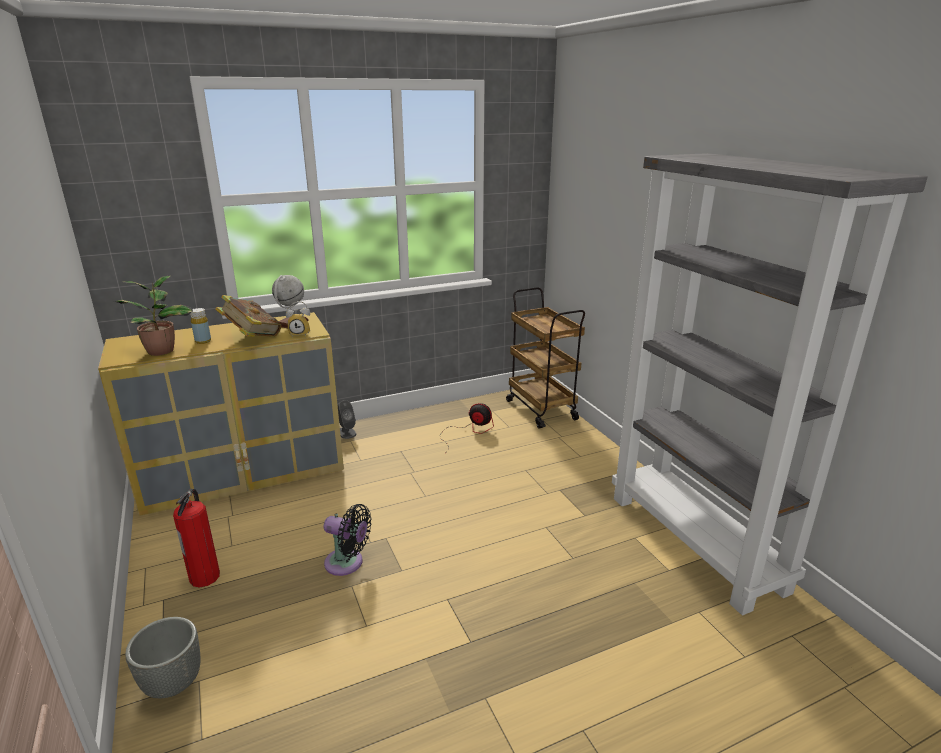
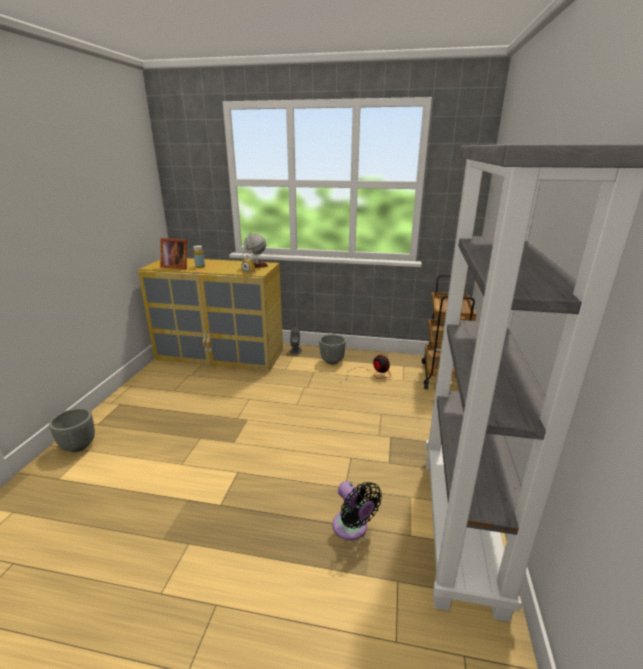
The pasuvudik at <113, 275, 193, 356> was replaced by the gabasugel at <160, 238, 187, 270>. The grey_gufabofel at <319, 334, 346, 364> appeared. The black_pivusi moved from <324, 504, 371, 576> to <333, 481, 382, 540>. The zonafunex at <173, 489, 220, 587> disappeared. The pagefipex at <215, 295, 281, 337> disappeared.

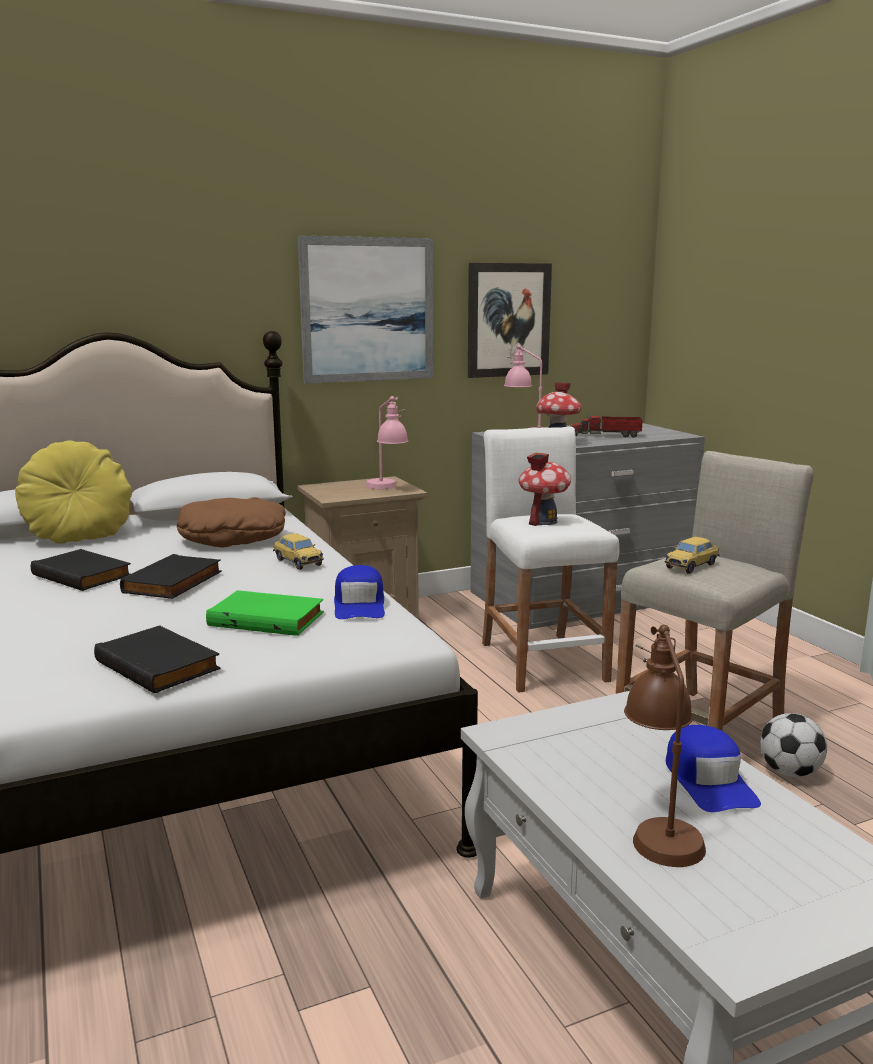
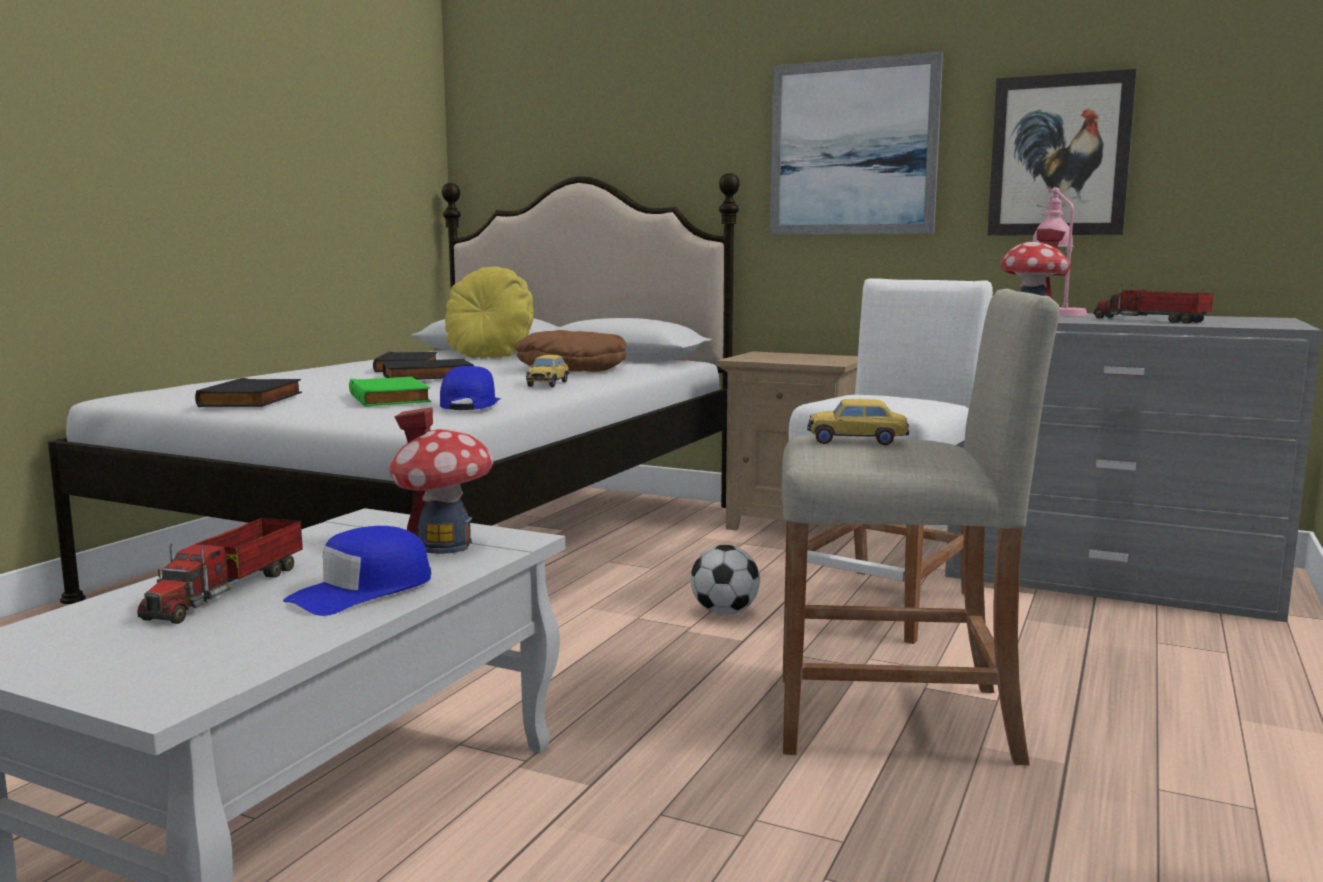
The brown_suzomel at <624, 625, 706, 867> was replaced by the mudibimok at <137, 518, 303, 624>. The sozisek moved from <519, 452, 571, 526> to <389, 407, 493, 554>. The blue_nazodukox at <334, 565, 385, 619> turned 135 degrees clockwise. The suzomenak moved from <760, 713, 827, 777> to <690, 545, 760, 615>. The pink_suzomel at <366, 396, 408, 489> disappeared.

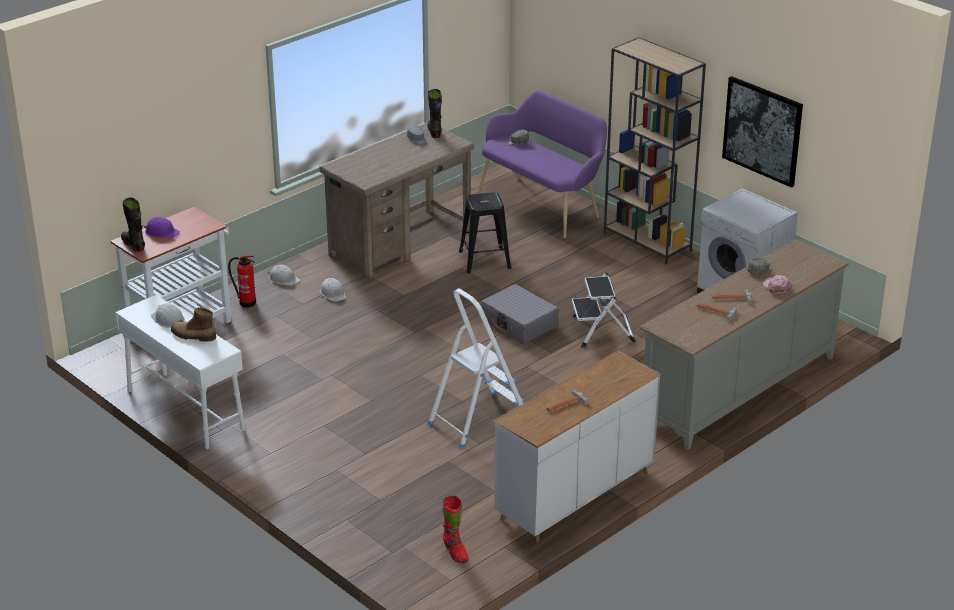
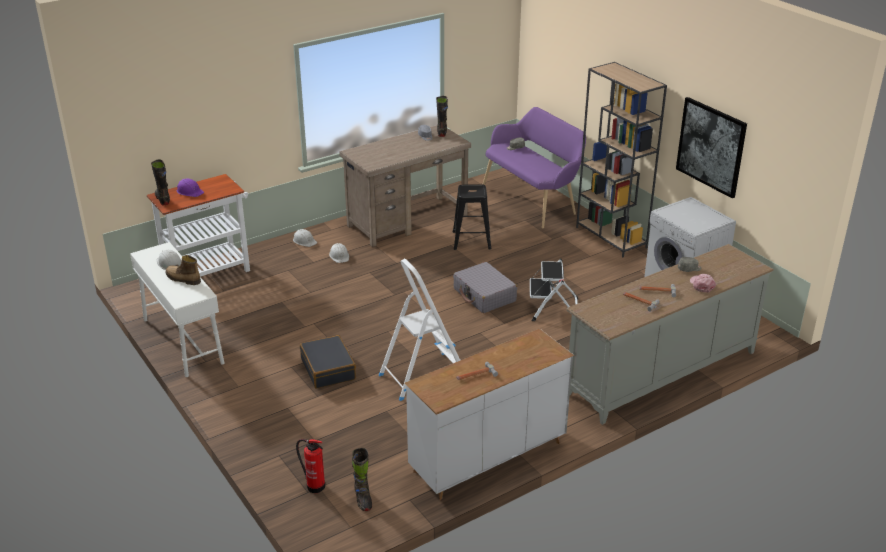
The zonafunex moved from <228, 255, 256, 308> to <296, 439, 325, 493>. The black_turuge at <300, 335, 356, 389> appeared. The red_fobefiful at <442, 495, 468, 563> became the black_fobefiful at <352, 448, 372, 511>.

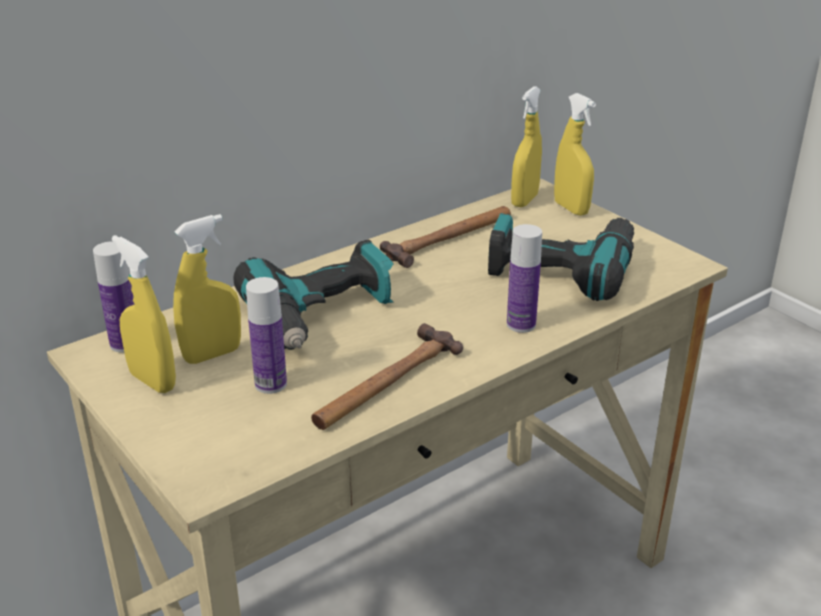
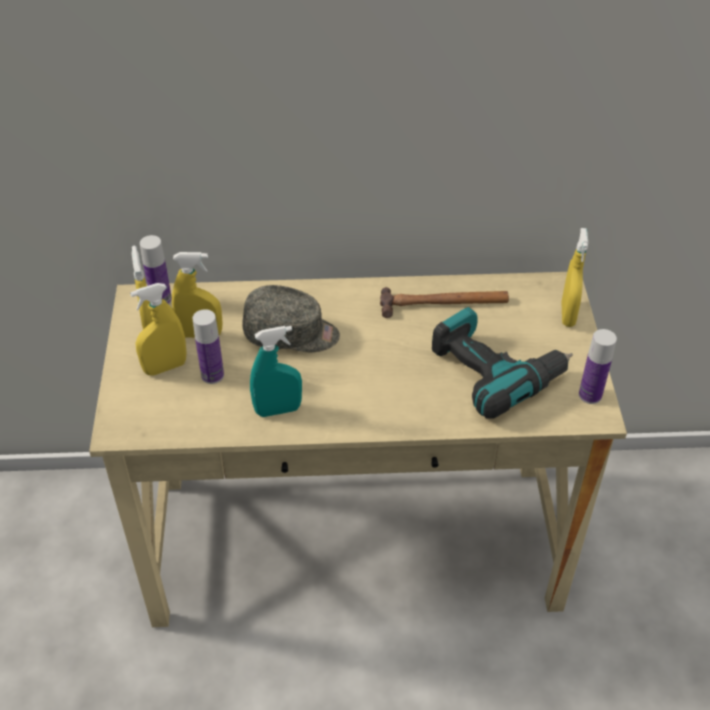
The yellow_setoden moved from <511, 86, 542, 207> to <130, 283, 187, 375>. The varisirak at <233, 239, 393, 350> was replaced by the grey_nazodukox at <242, 285, 340, 352>. The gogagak at <311, 323, 463, 430> was replaced by the turquoise_setoden at <250, 326, 302, 417>. The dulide moved from <507, 224, 542, 333> to <579, 329, 617, 404>.

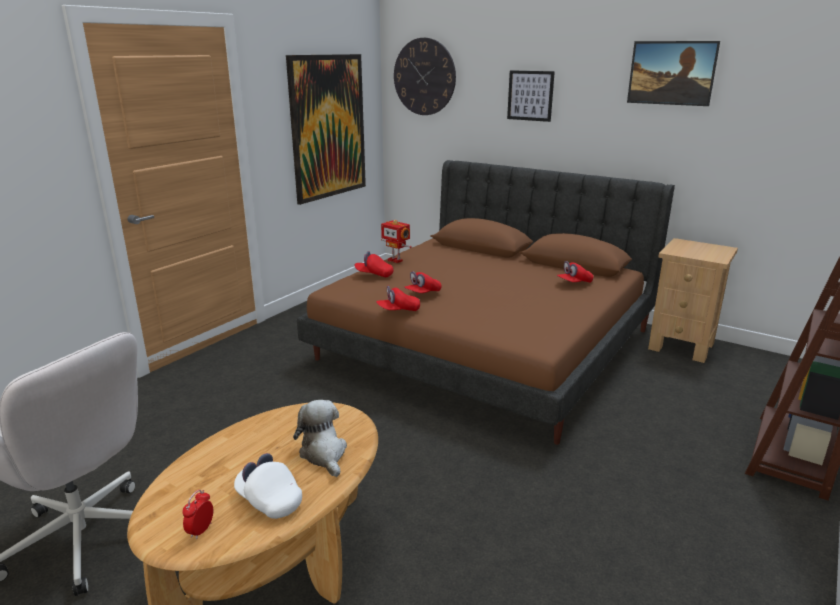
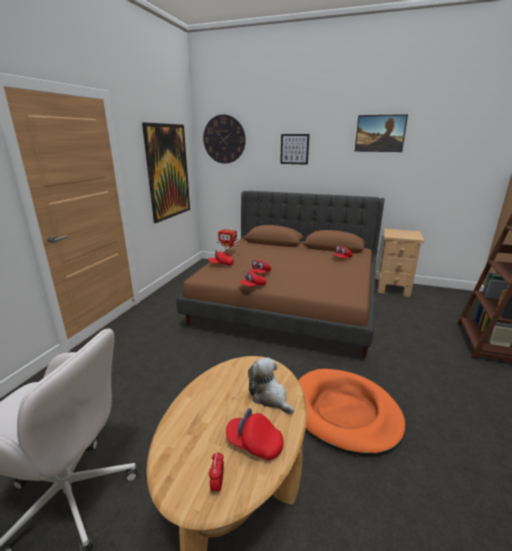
The white_nazodukox at <234, 453, 302, 519> became the red_nazodukox at <226, 408, 284, 460>. The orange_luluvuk at <298, 369, 406, 455> appeared.

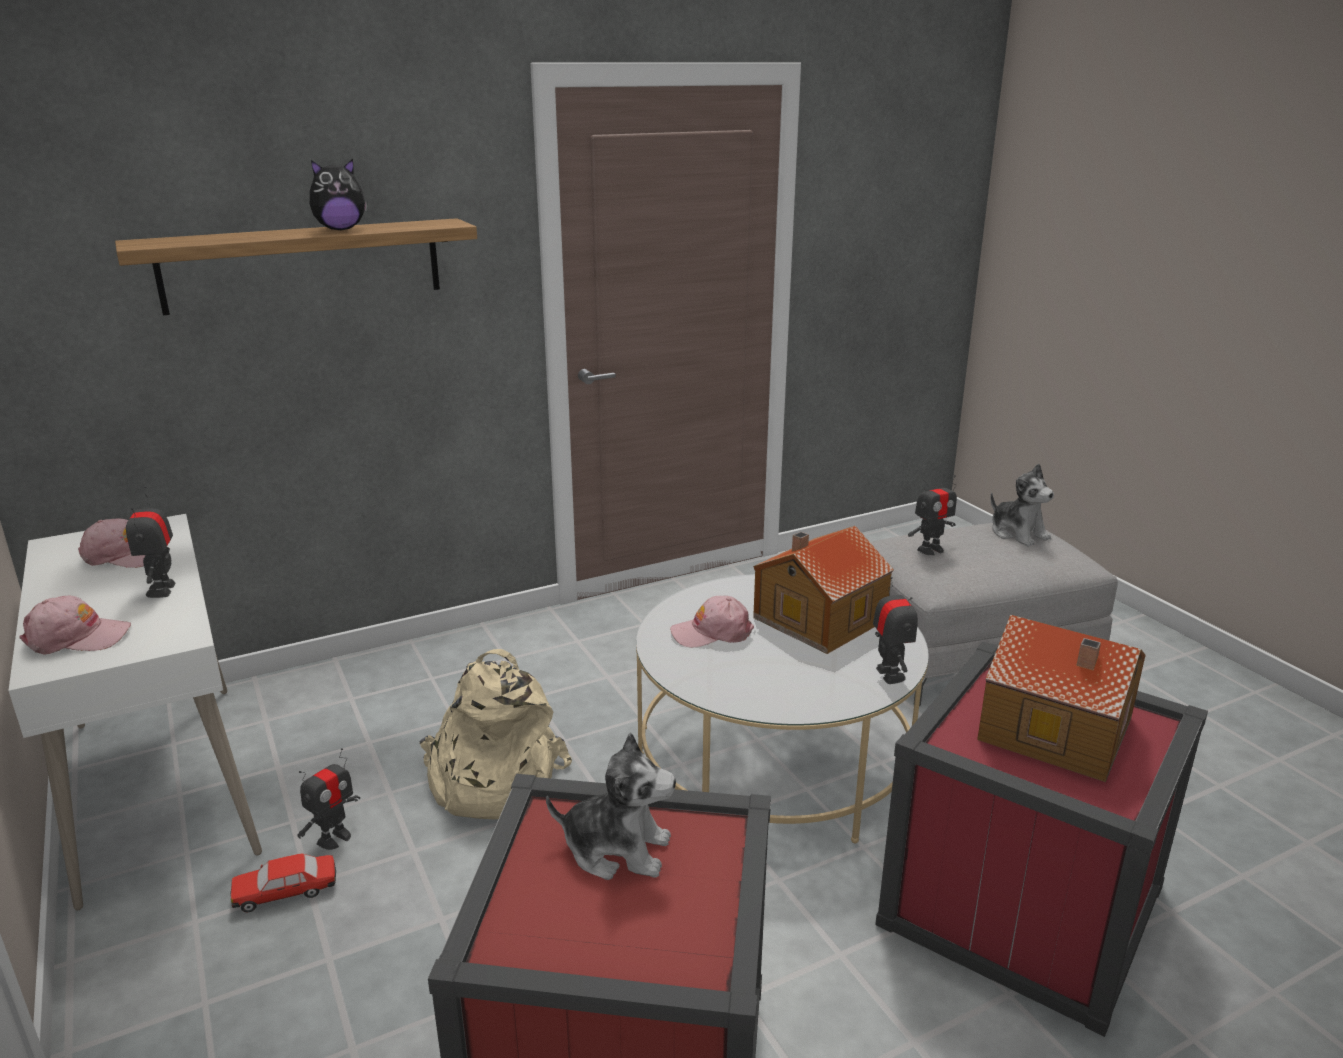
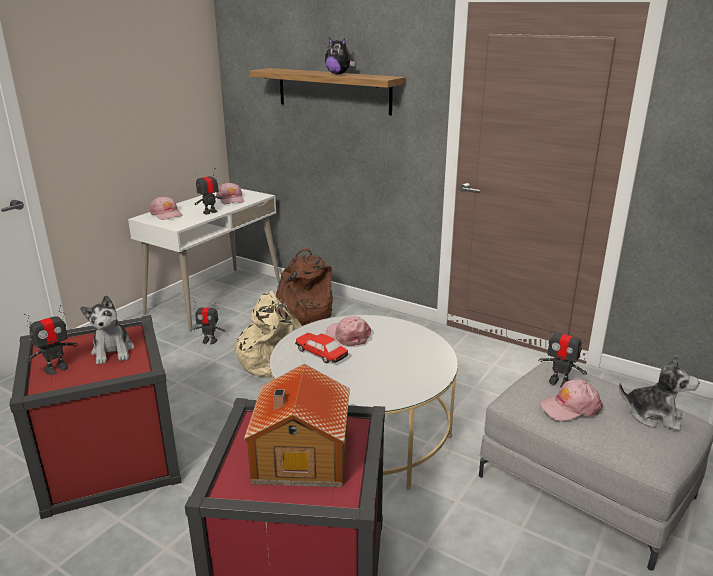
The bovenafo moved from <873, 577, 918, 684> to <24, 305, 78, 375>. The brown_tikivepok at <276, 248, 333, 326> appeared. The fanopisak moved from <230, 854, 336, 912> to <295, 333, 348, 363>. The pink_nazodukox at <539, 379, 603, 421> appeared. The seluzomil at <991, 464, 1054, 547> turned 90 degrees counterclockwise. The sozisek at <753, 526, 894, 654> disappeared.

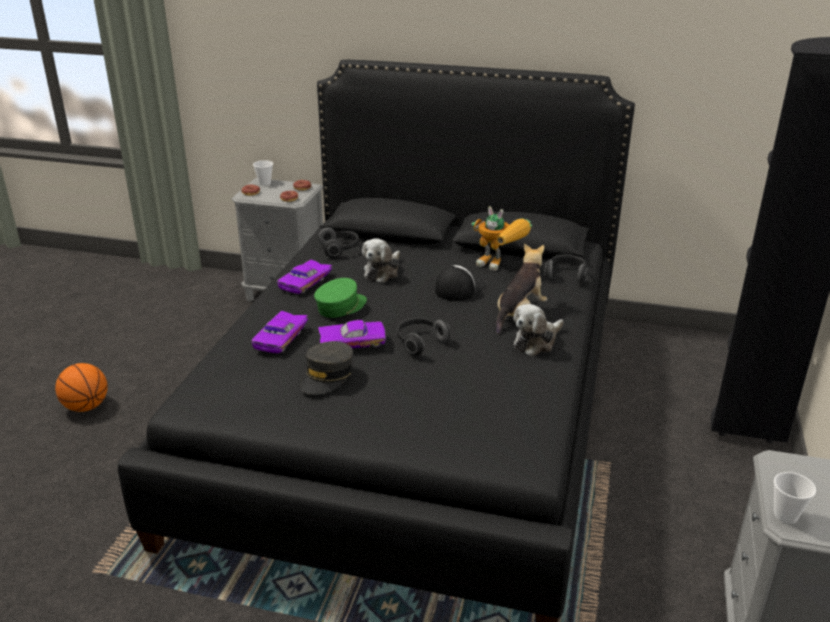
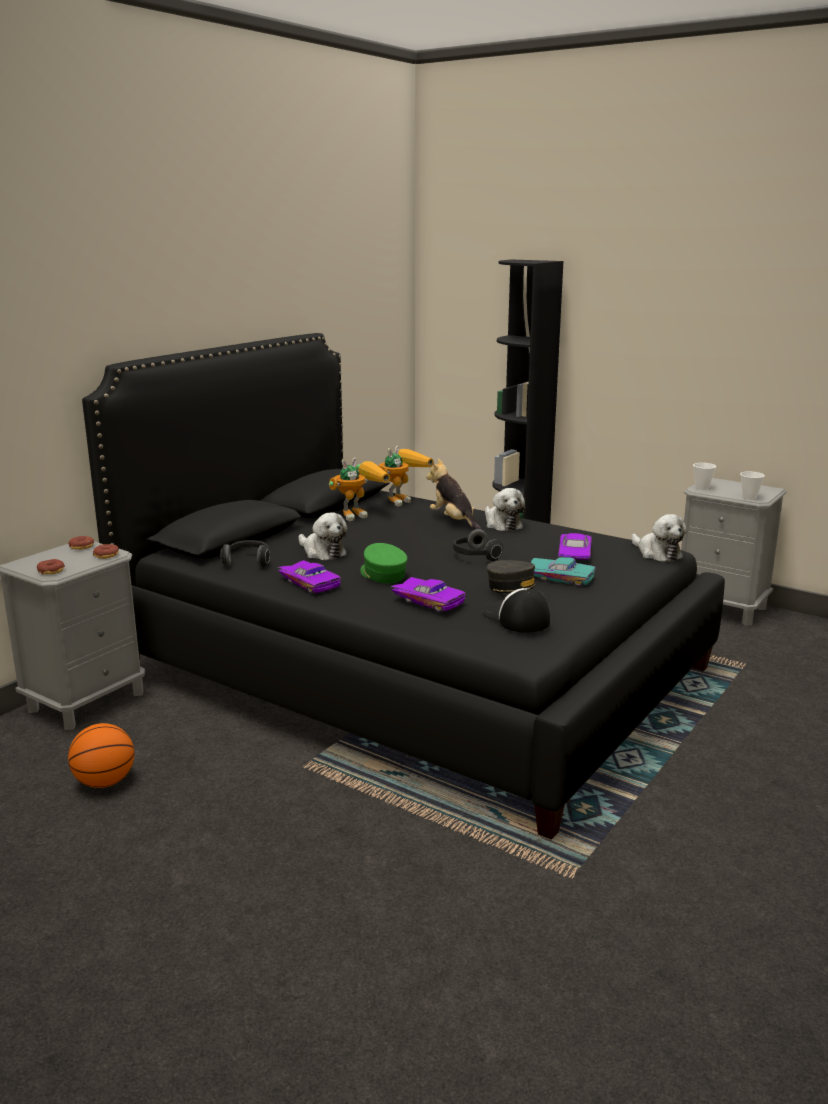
The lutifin moved from <55, 363, 108, 412> to <68, 723, 134, 788>. The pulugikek at <544, 254, 588, 284> was replaced by the bovenafo at <379, 446, 433, 506>. The nazodukox moved from <435, 265, 487, 301> to <483, 588, 550, 633>. The turquoise_fanopisak at <531, 557, 596, 587> appeared. The purple_fanopisak moved from <318, 320, 386, 348> to <558, 533, 592, 560>. The seluzomil at <631, 514, 687, 562> appeared. The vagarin moved from <253, 160, 273, 186> to <693, 463, 716, 490>.

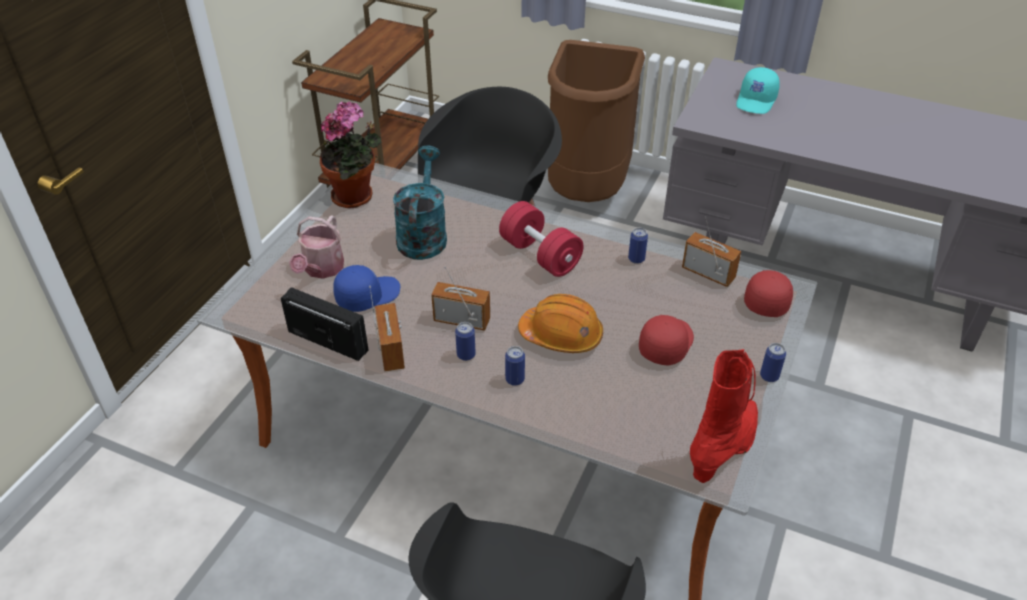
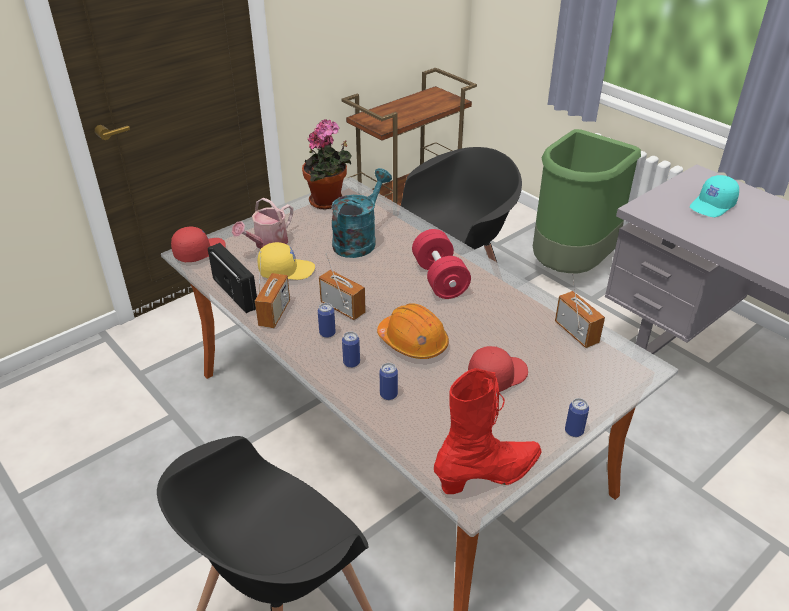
The red_nazodukox moved from <744, 270, 793, 317> to <171, 227, 225, 262>. The blue_nazodukox at <333, 265, 400, 312> became the yellow_nazodukox at <257, 242, 315, 280>. The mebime moved from <628, 227, 648, 264> to <380, 363, 398, 400>. The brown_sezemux at <548, 40, 645, 202> became the green_sezemux at <533, 129, 641, 273>.

